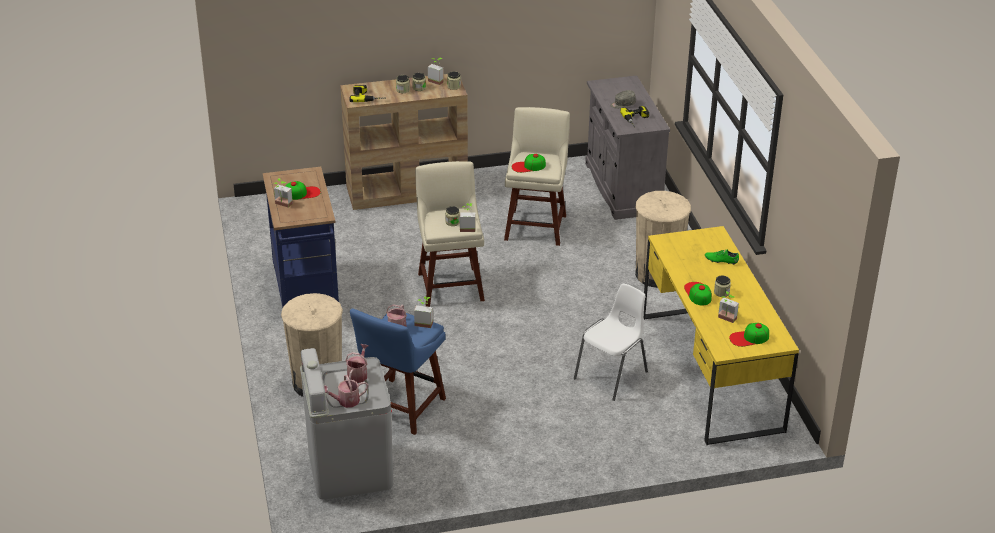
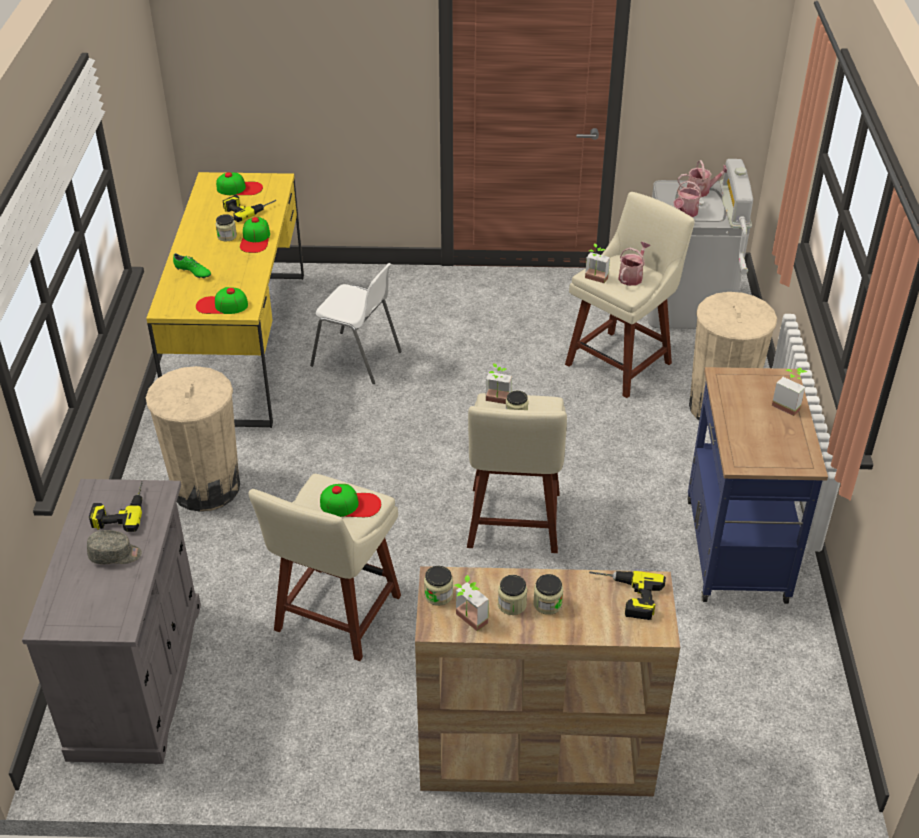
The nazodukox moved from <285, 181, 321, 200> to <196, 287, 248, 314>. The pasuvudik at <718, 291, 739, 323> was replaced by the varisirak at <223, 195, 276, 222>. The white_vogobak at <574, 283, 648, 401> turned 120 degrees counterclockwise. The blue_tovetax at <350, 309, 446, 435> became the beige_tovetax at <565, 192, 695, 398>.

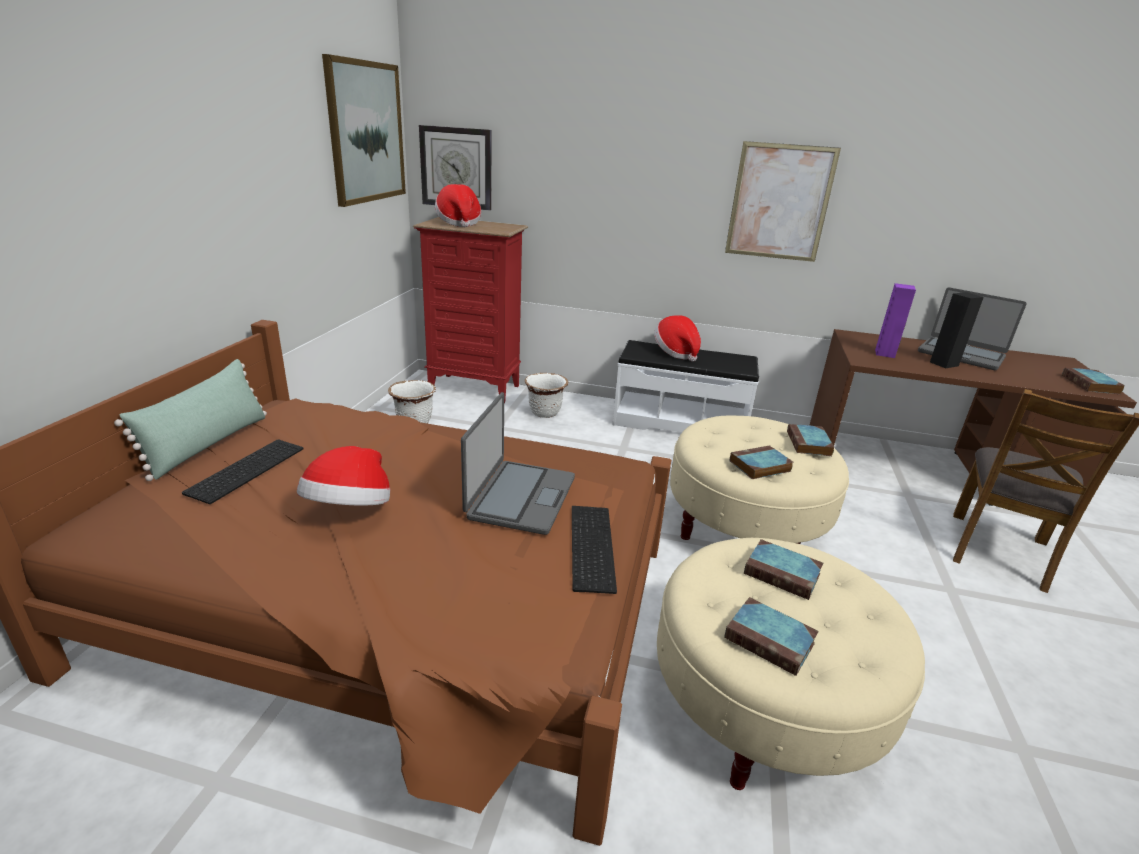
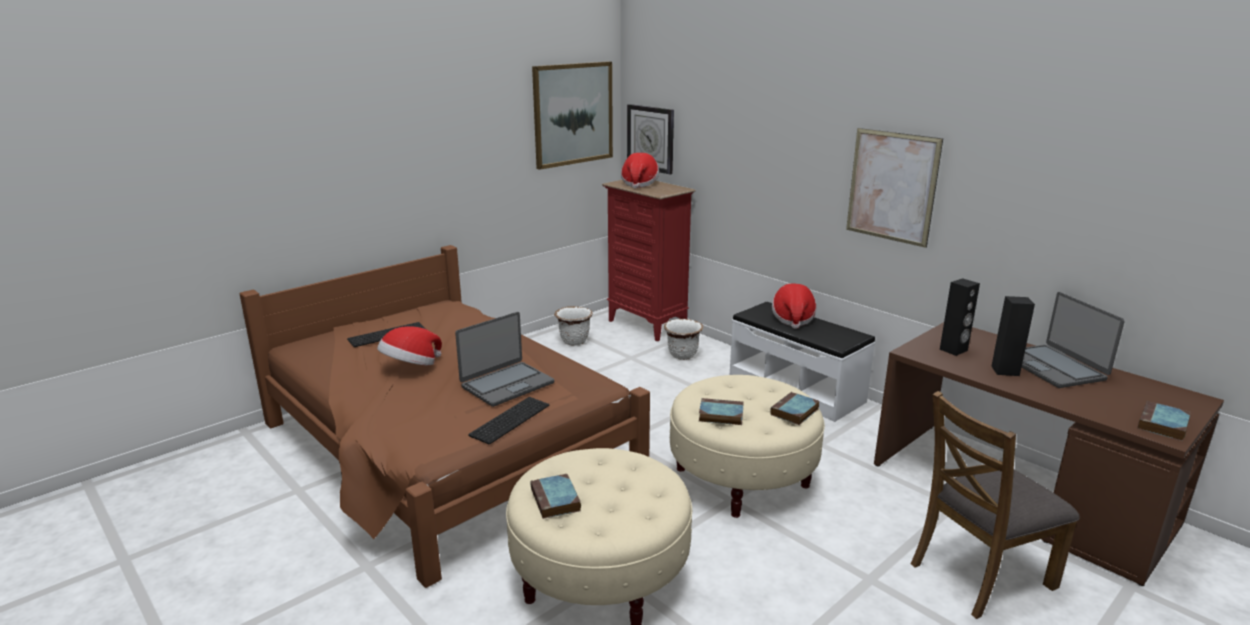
The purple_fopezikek at <875, 283, 916, 358> became the black_fopezikek at <940, 278, 980, 356>. The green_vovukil at <114, 359, 267, 481> disappeared. The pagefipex at <744, 539, 823, 600> disappeared.

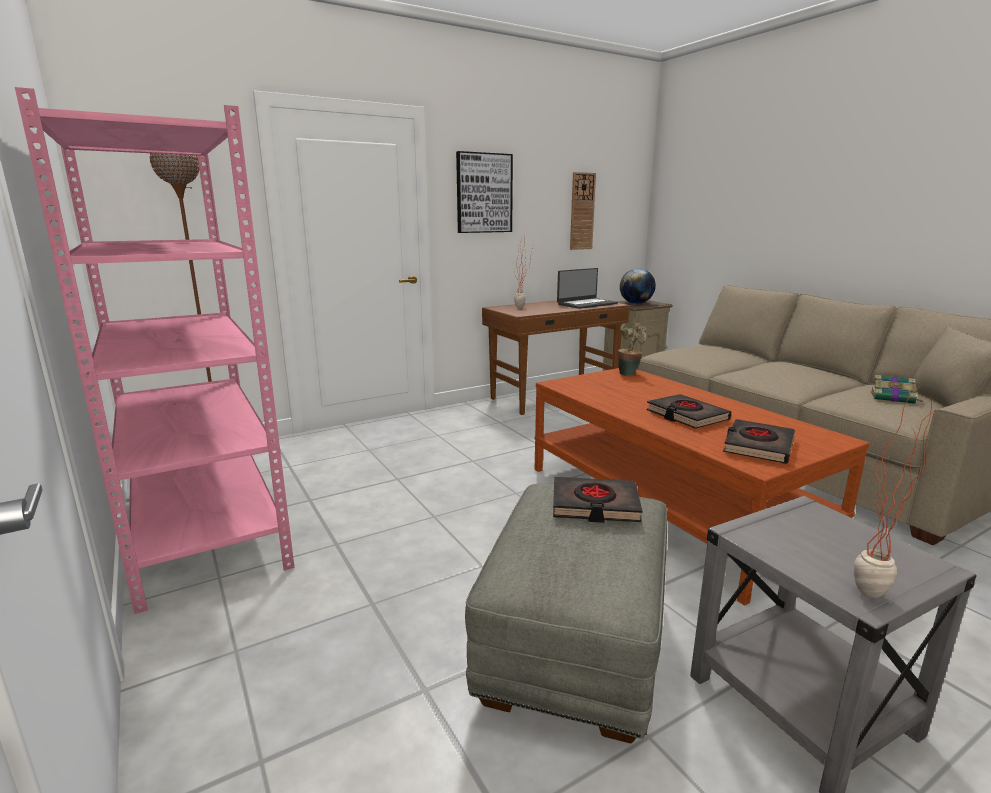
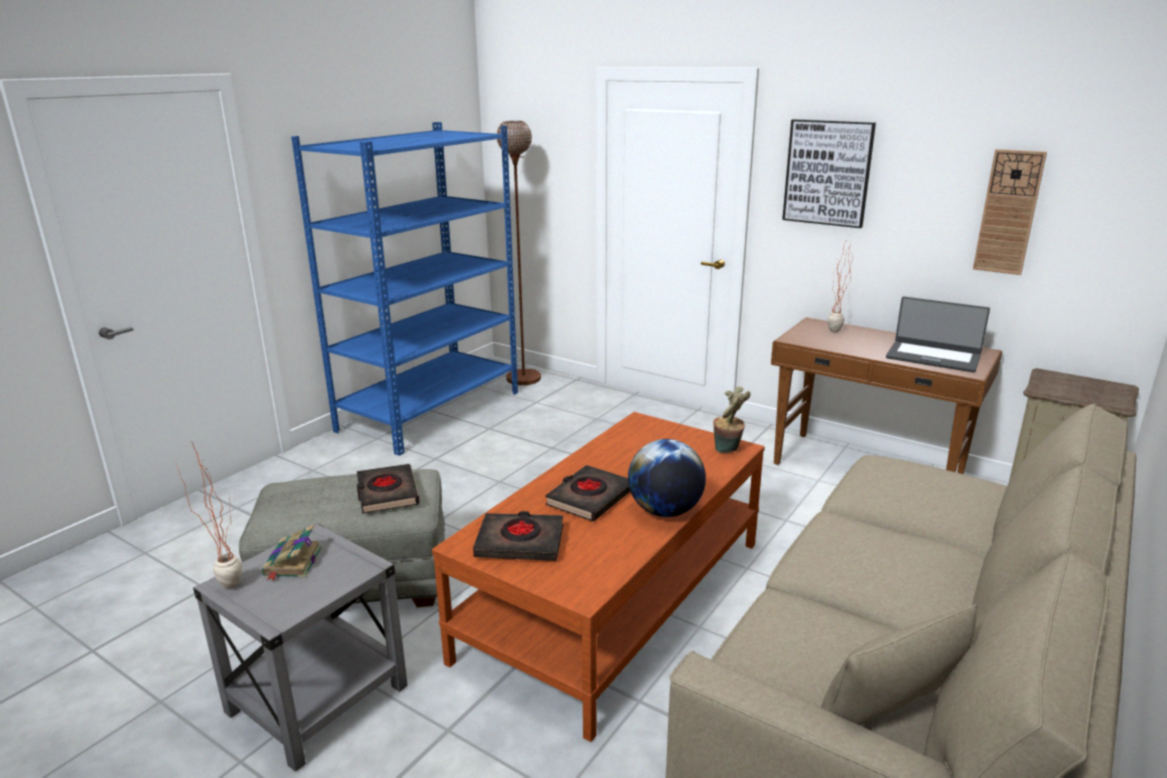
The pagefipex moved from <871, 375, 923, 404> to <261, 525, 322, 581>. The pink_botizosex at <15, 87, 295, 614> became the blue_botizosex at <291, 122, 518, 456>. The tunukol moved from <620, 268, 656, 304> to <628, 439, 706, 517>.

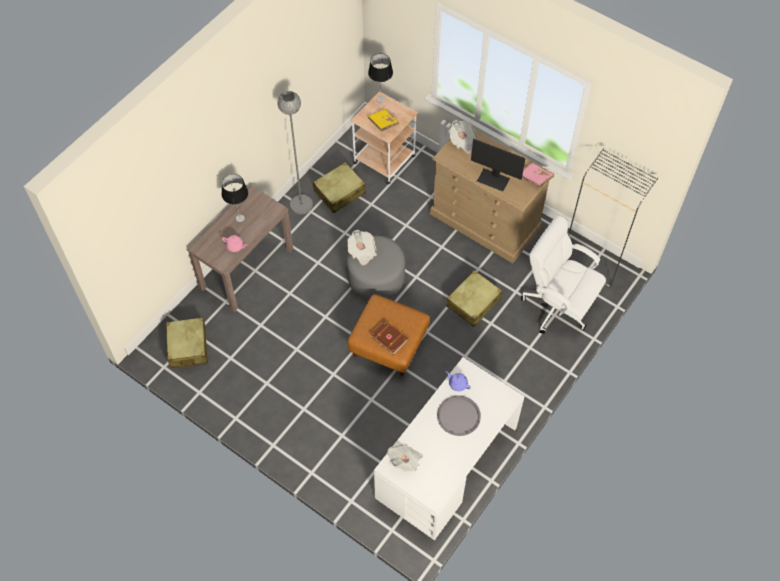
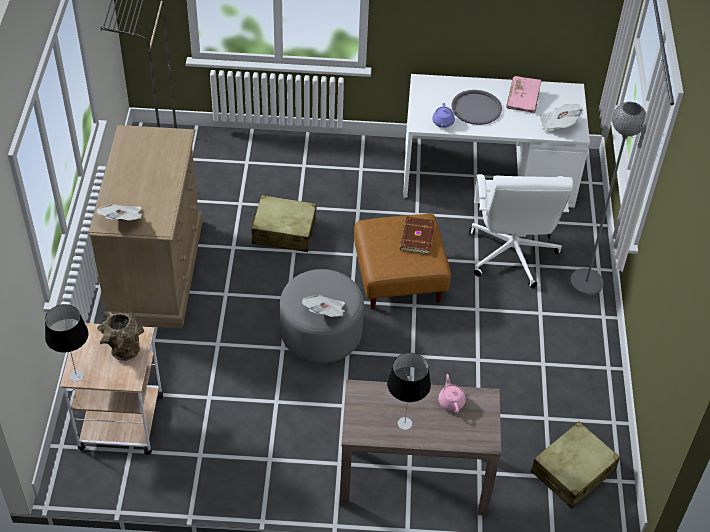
The yellow_pagefipex at <368, 109, 399, 131> was replaced by the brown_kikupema at <97, 311, 144, 361>. The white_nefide moved from <521, 216, 606, 334> to <469, 174, 573, 288>. The pink_pagefipex moved from <522, 163, 554, 187> to <506, 76, 541, 113>. The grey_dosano moved from <277, 91, 313, 215> to <570, 102, 646, 296>. The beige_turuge at <313, 162, 366, 213> disappeared. The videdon at <471, 139, 525, 191> disappeared.

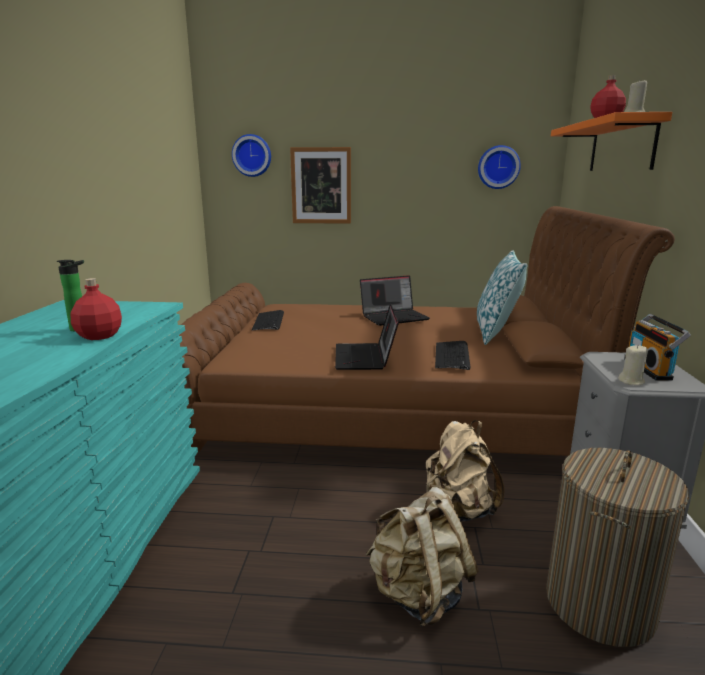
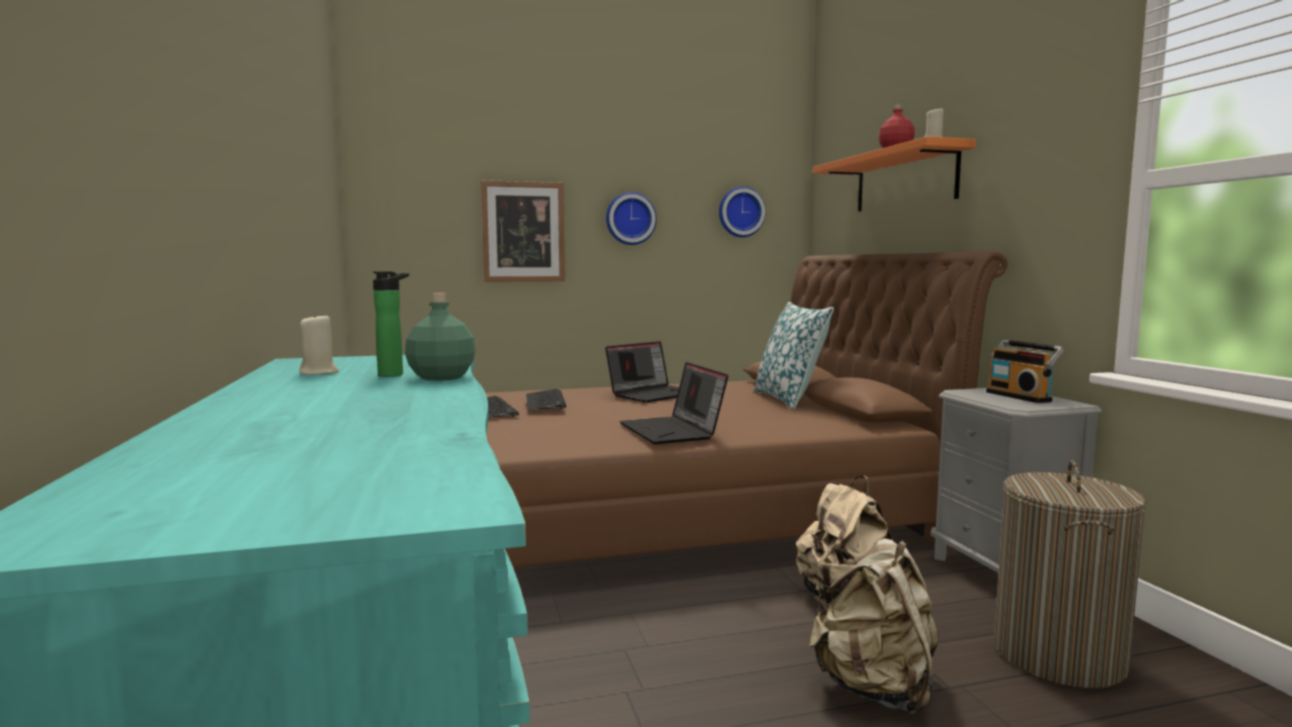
The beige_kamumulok moved from <618, 345, 648, 386> to <299, 313, 339, 375>. The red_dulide at <71, 278, 122, 340> became the green_dulide at <405, 293, 476, 381>. The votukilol moved from <435, 341, 470, 370> to <526, 389, 566, 410>. The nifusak moved from <232, 134, 271, 177> to <606, 192, 657, 245>.

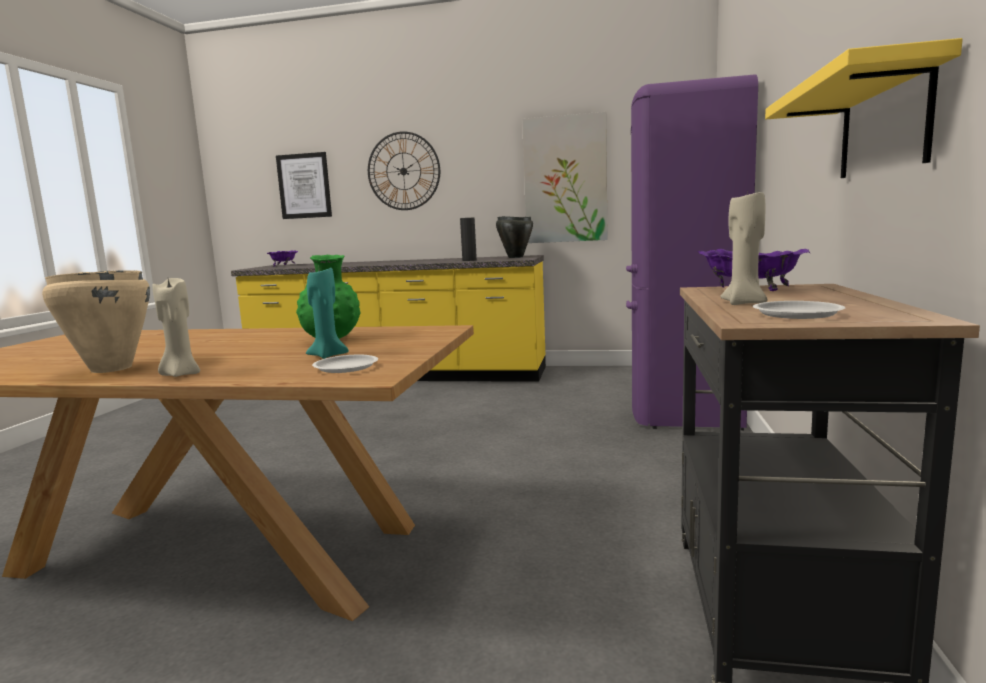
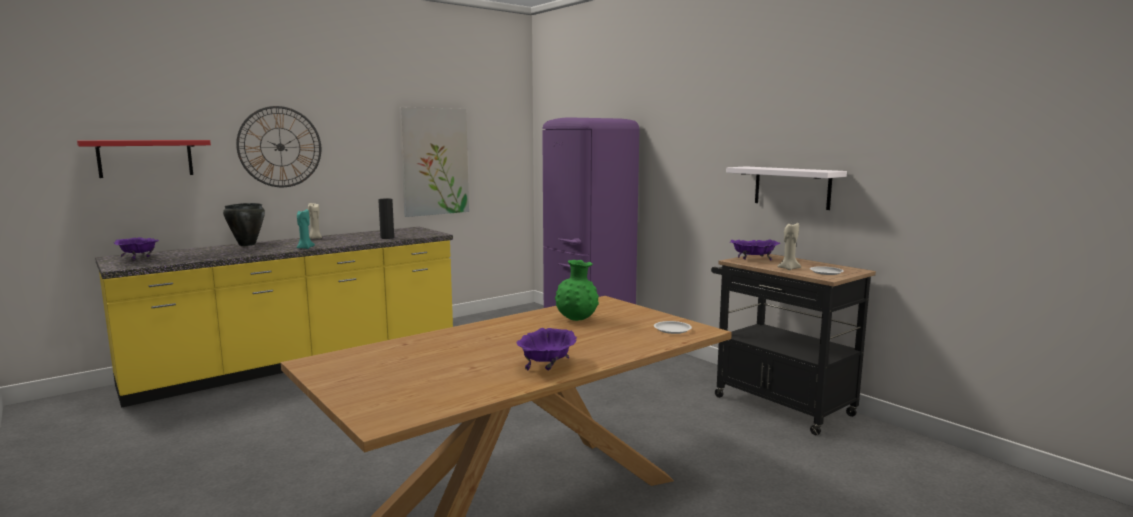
The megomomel at <276, 152, 332, 219> was replaced by the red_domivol at <77, 140, 211, 178>. The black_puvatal moved from <496, 216, 533, 258> to <223, 203, 265, 246>. The turquoise_kamumulok moved from <306, 268, 349, 359> to <296, 209, 315, 249>. The beige_kamumulok moved from <152, 278, 200, 377> to <308, 203, 322, 239>. The beige_puvatal at <42, 270, 150, 373> was replaced by the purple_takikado at <516, 328, 577, 370>. The yellow_domivol at <765, 38, 963, 178> became the white_domivol at <726, 166, 847, 210>.

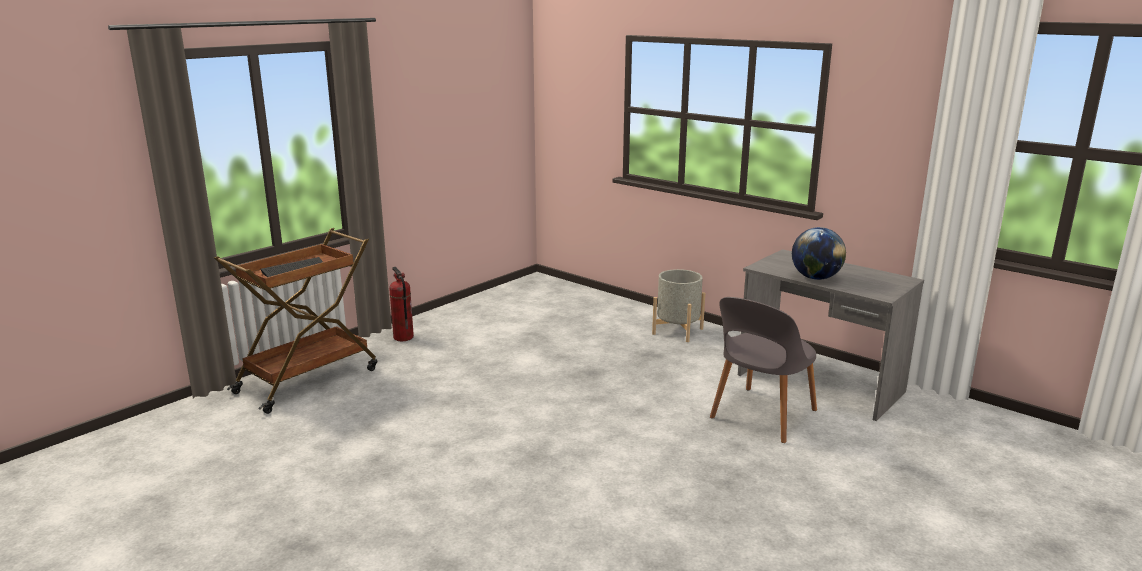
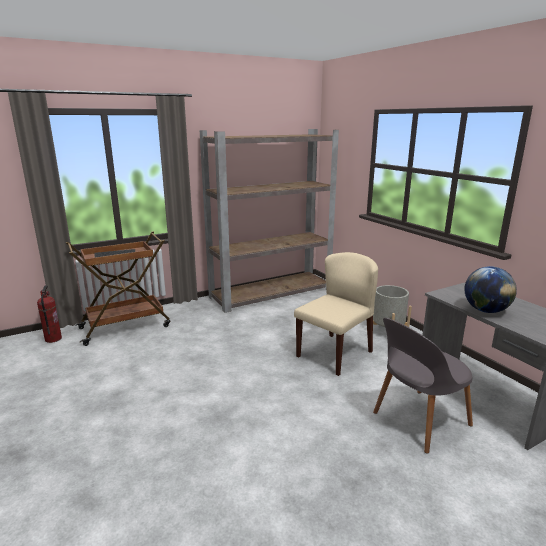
The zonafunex moved from <389, 267, 414, 341> to <37, 285, 62, 343>. The brown_botizosex at <200, 129, 339, 313> appeared. The beige_vogobak at <294, 252, 378, 376> appeared.

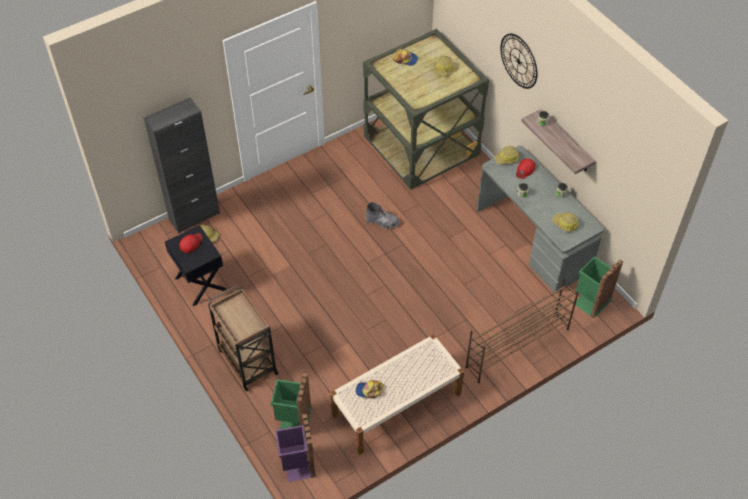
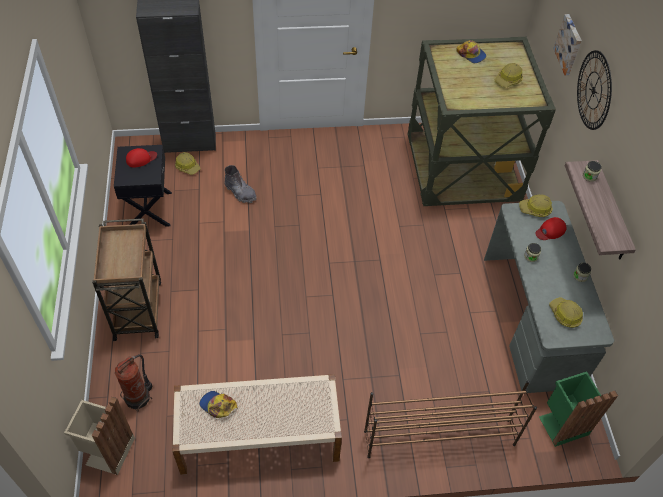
The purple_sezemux at <275, 414, 316, 482> became the beige_sezemux at <64, 397, 135, 475>. The green_sezemux at <271, 372, 312, 429> was replaced by the zonafunex at <115, 354, 152, 412>. The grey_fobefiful moved from <365, 202, 400, 229> to <224, 165, 257, 203>. The megomomel at <553, 14, 582, 75> appeared.

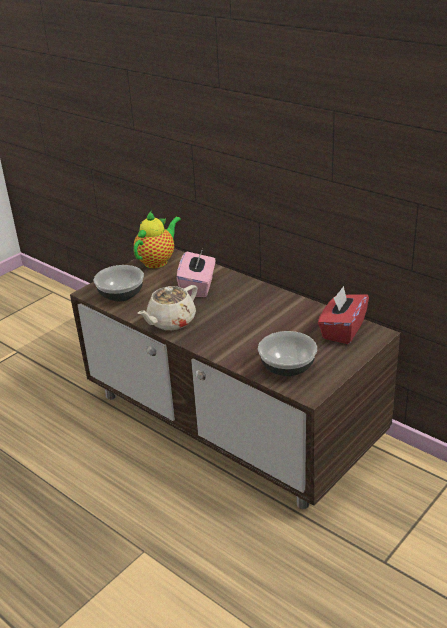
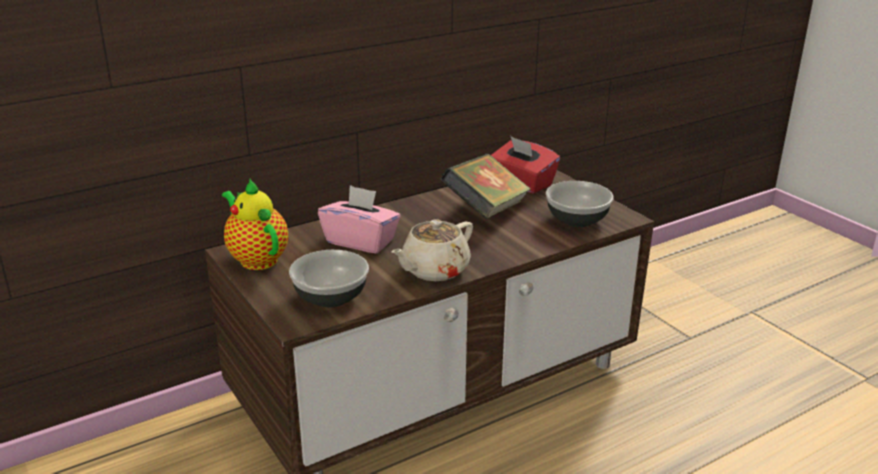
The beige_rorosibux at <138, 285, 197, 330> turned 75 degrees clockwise. The pagefipex at <441, 154, 531, 219> appeared.

